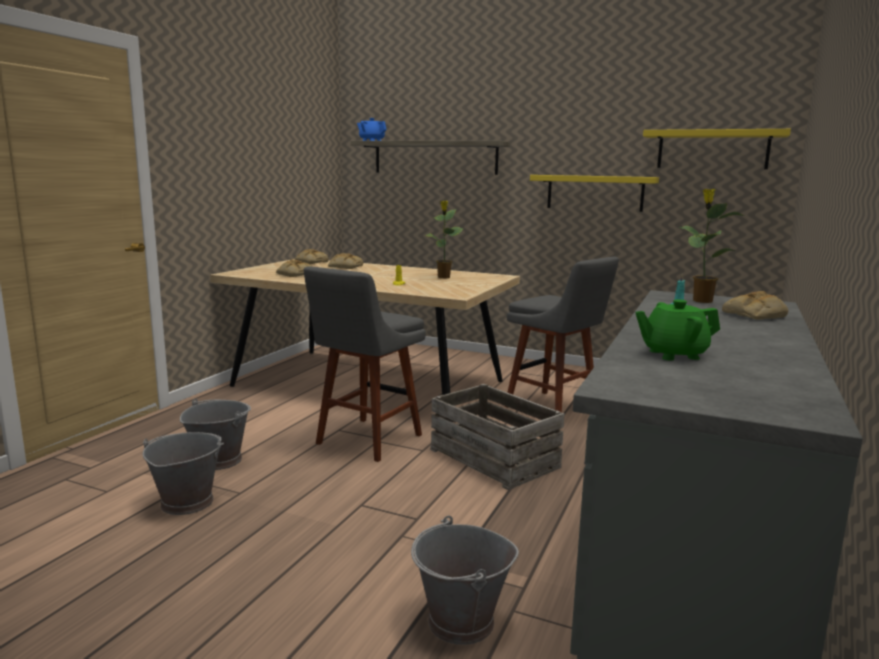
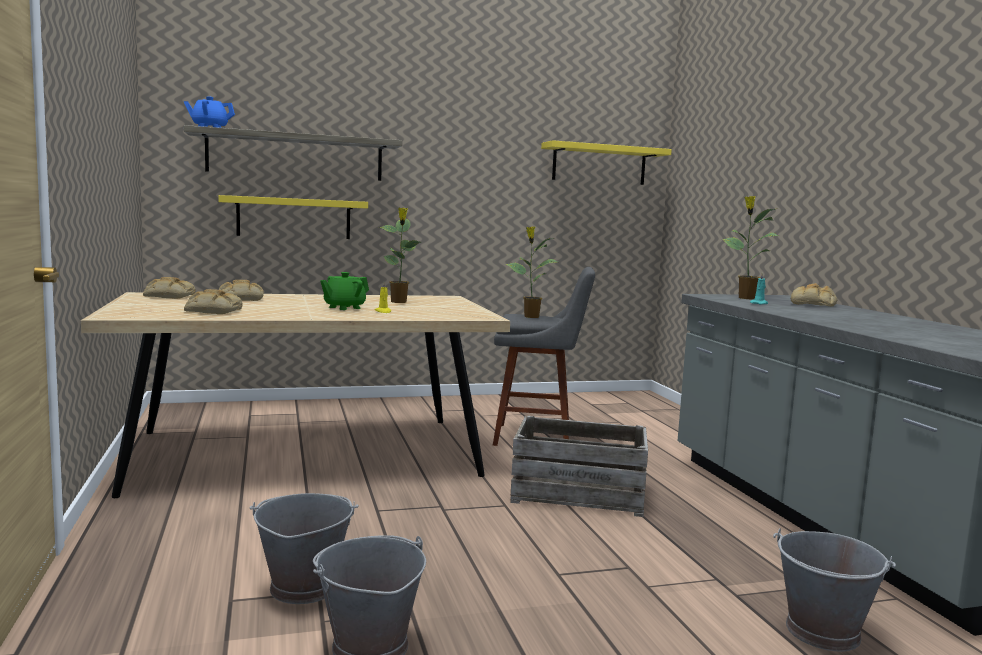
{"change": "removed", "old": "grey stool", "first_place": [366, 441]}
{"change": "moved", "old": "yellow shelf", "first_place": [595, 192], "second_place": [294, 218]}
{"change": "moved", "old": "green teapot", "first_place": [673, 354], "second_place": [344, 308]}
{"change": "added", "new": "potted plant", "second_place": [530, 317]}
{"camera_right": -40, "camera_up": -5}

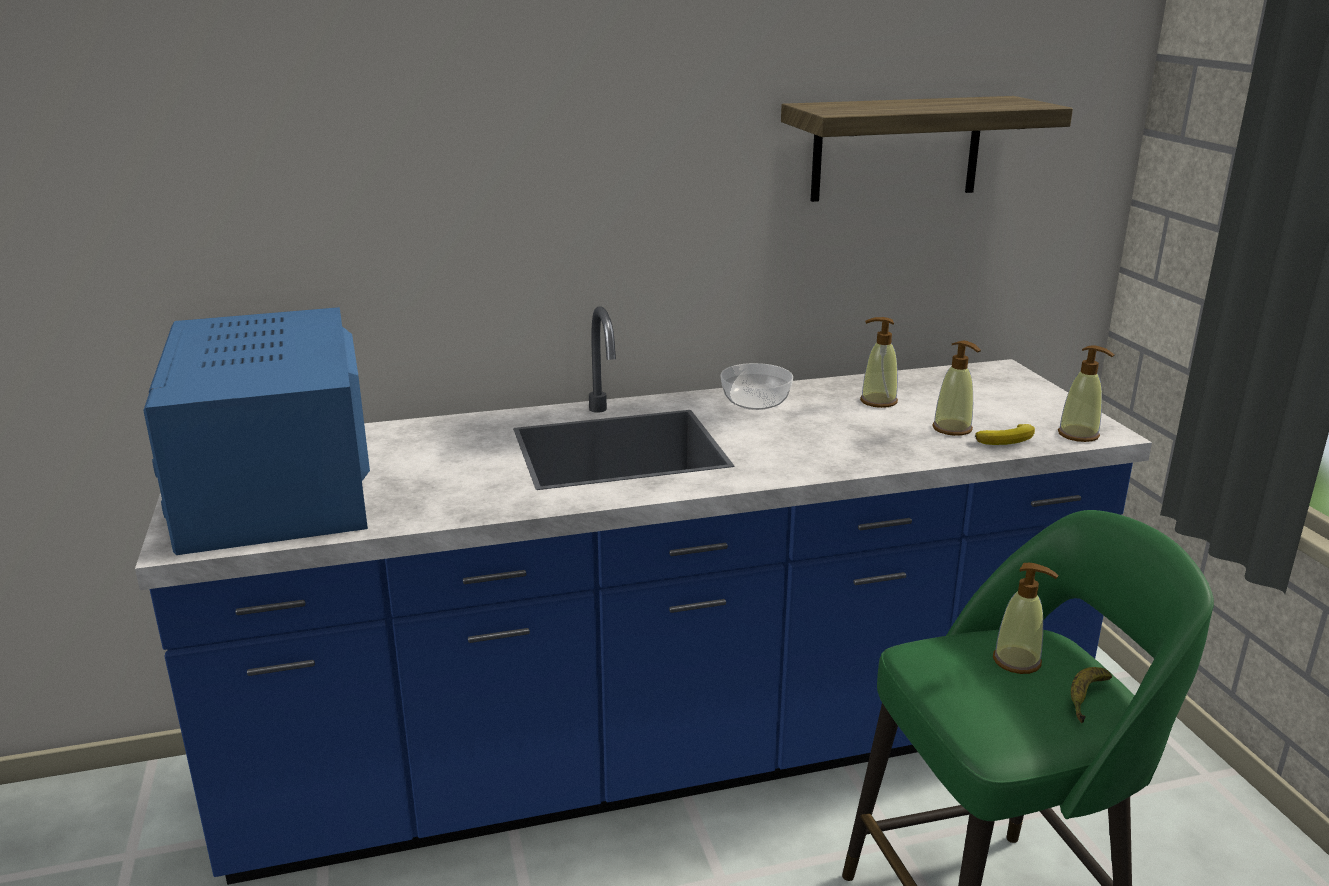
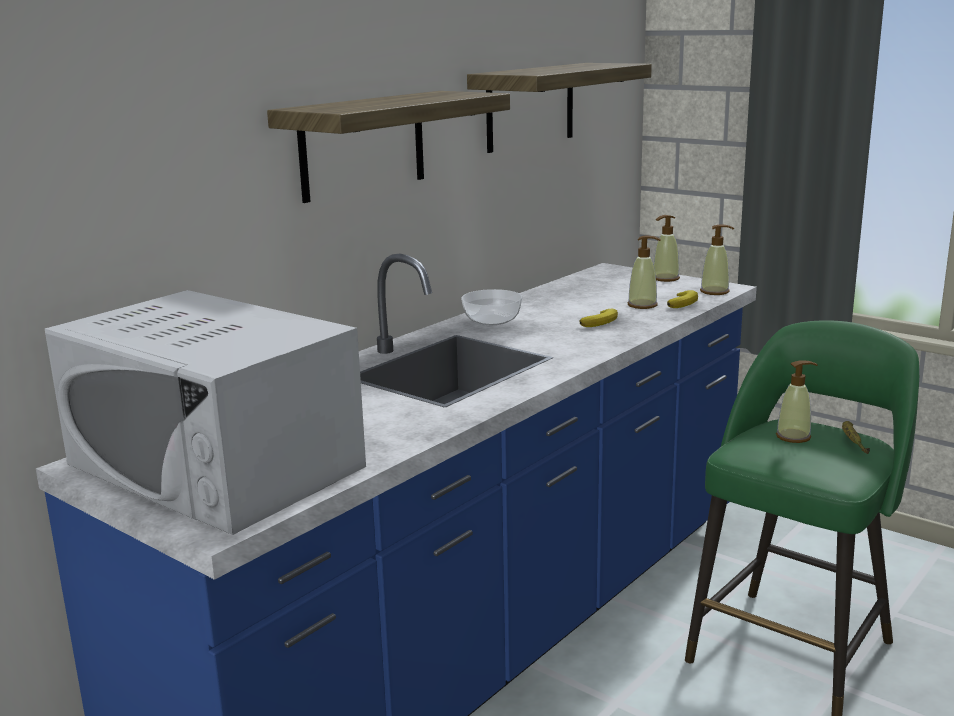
{"change": "recoloured", "old": "blue microwave", "new": "white microwave", "first_place": [275, 484], "second_place": [215, 466]}
{"change": "moved", "old": "soap dispenser", "first_place": [878, 401], "second_place": [665, 278]}
{"change": "added", "new": "shelf", "second_place": [363, 145]}
{"change": "added", "new": "banana", "second_place": [601, 321]}
{"camera_right": -35, "camera_up": -5}

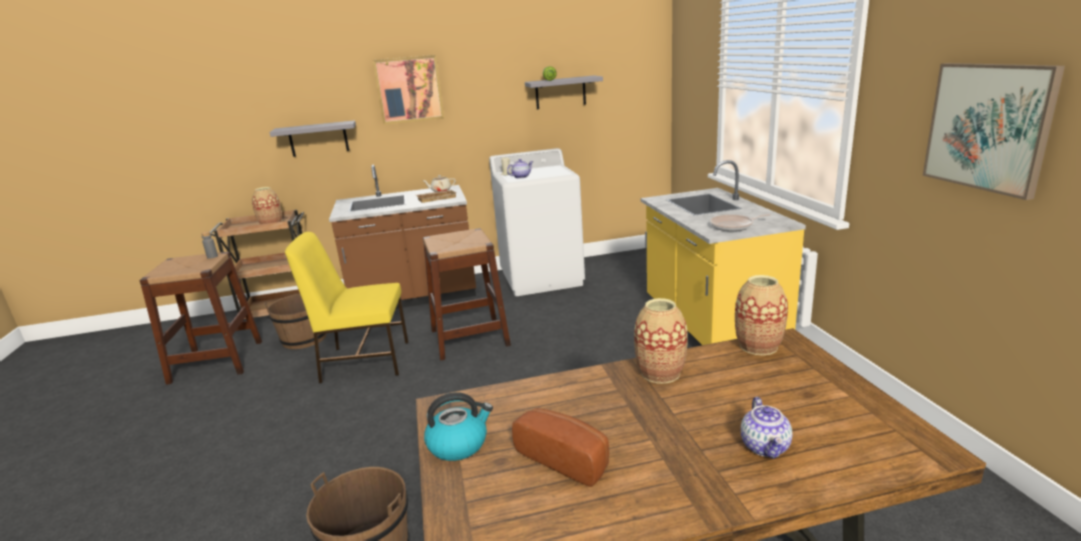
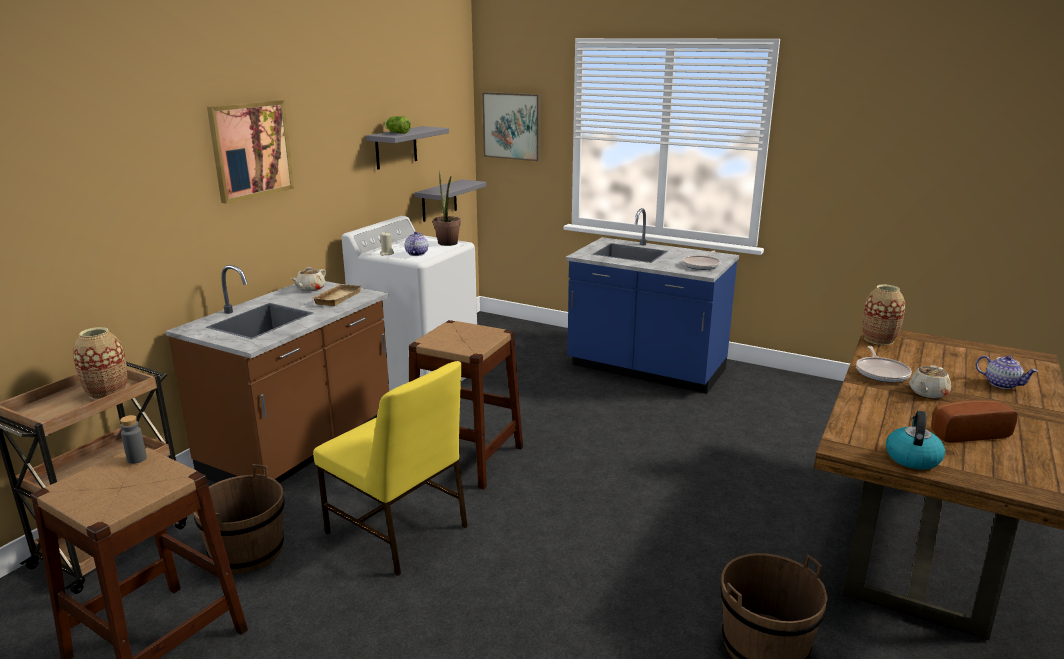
{"change": "moved", "old": "grey shelf", "first_place": [318, 139], "second_place": [439, 200]}
{"change": "turned", "old": "yellow chair", "first_place": [364, 361], "second_place": [397, 531], "degrees": -90}
{"change": "replaced", "old": "vase", "new": "frying pan", "first_place": [660, 373], "second_place": [881, 372]}
{"change": "recoloured", "old": "yellow counter", "new": "blue counter", "first_place": [710, 327], "second_place": [646, 369]}
{"change": "moved", "old": "picture", "first_place": [988, 127], "second_place": [512, 126]}
{"change": "added", "new": "potted plant", "second_place": [448, 244]}
{"change": "added", "new": "beige teapot", "second_place": [927, 393]}
{"camera_right": -50, "camera_up": 0}

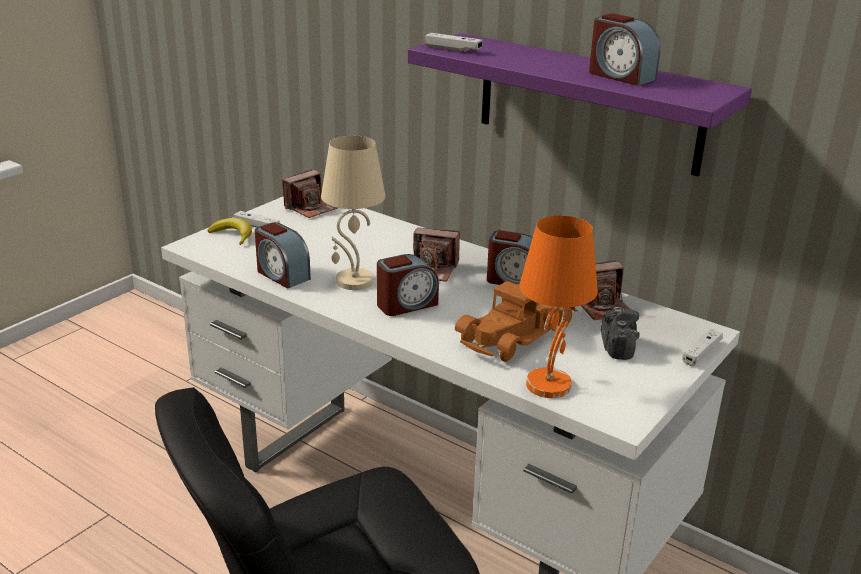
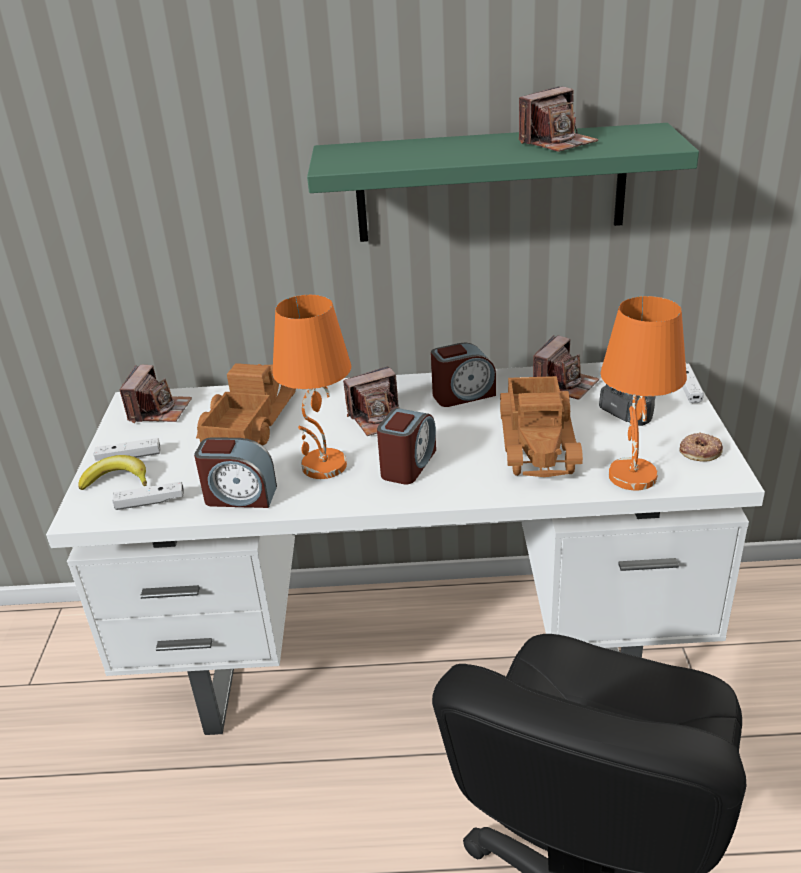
{"change": "recoloured", "old": "beige table lamp", "new": "orange table lamp", "first_place": [353, 281], "second_place": [324, 466]}
{"change": "recoloured", "old": "purple shelf", "new": "green shelf", "first_place": [588, 103], "second_place": [490, 184]}
{"change": "moved", "old": "white game controller", "first_place": [453, 49], "second_place": [150, 502]}
{"change": "replaced", "old": "alarm clock", "new": "photo camera", "first_place": [620, 76], "second_place": [557, 143]}
{"change": "added", "new": "toy truck", "second_place": [250, 419]}
{"change": "added", "new": "donut", "second_place": [700, 451]}
{"camera_right": -35, "camera_up": 5}

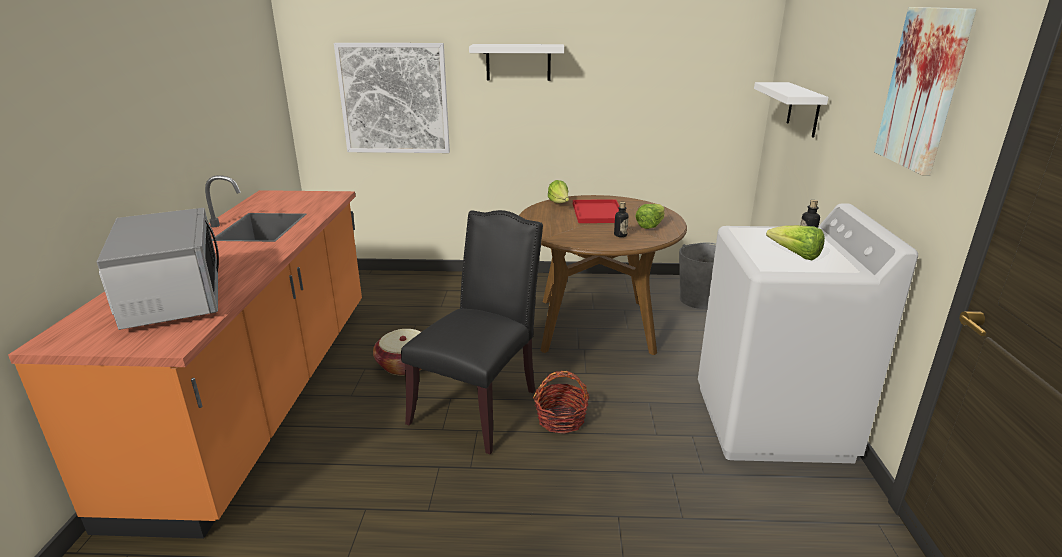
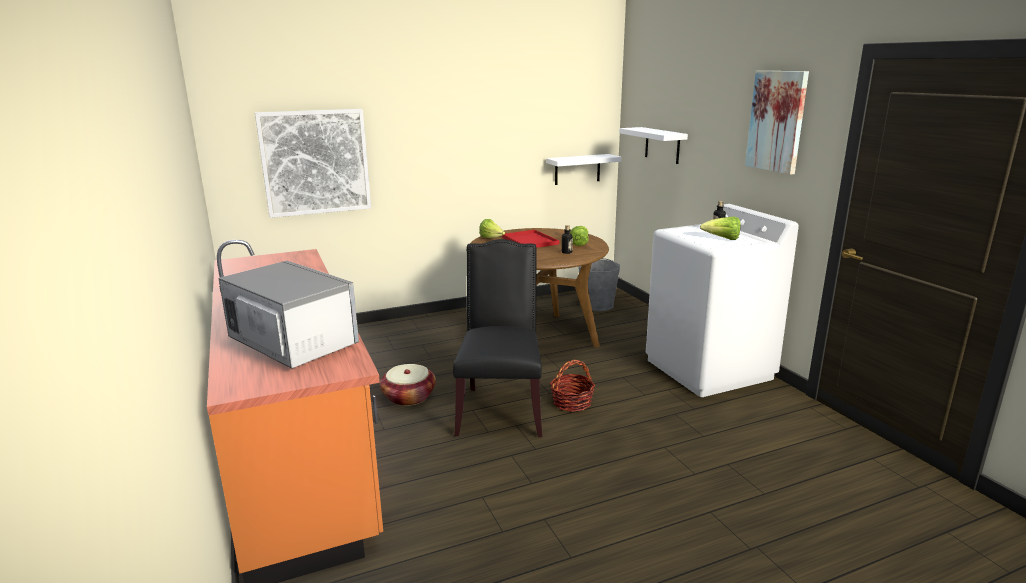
{"change": "moved", "old": "white shelf", "first_place": [518, 62], "second_place": [577, 169]}
{"camera_right": -25, "camera_up": -5}

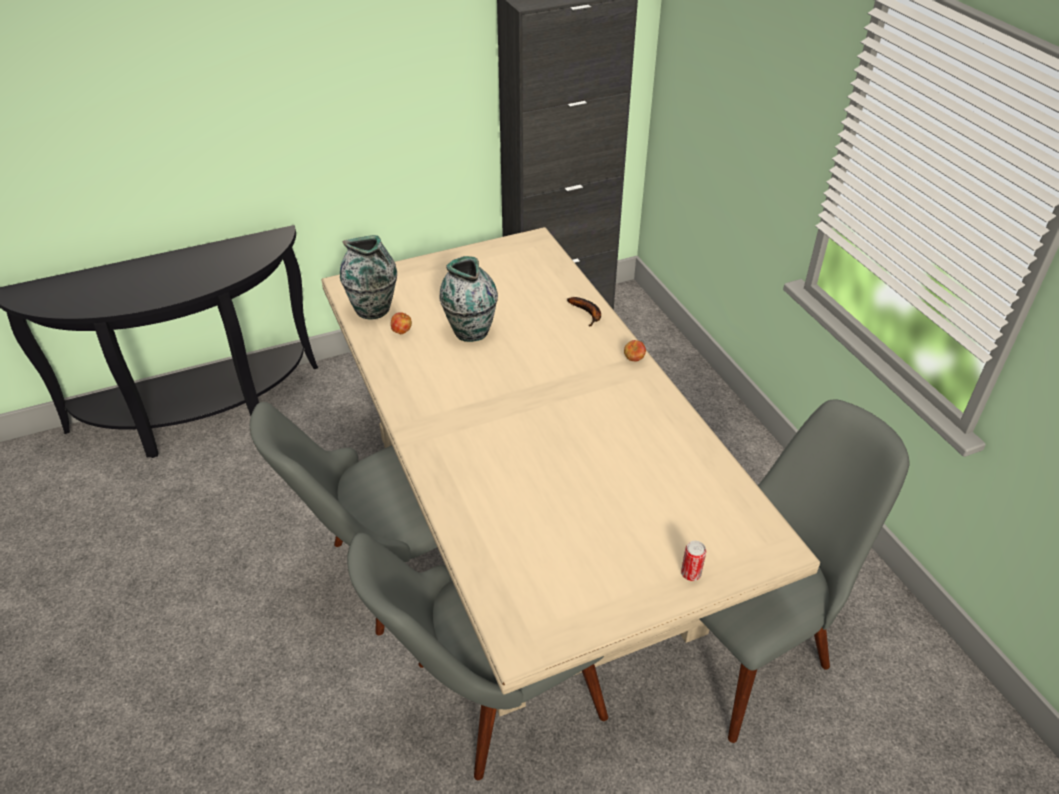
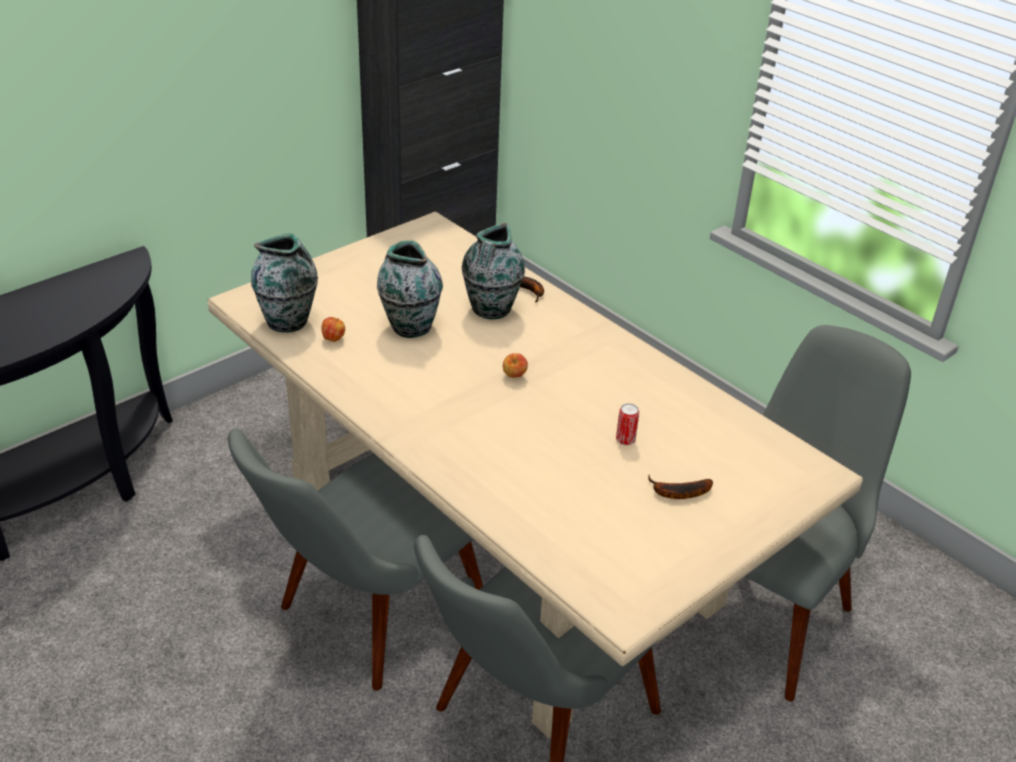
{"change": "moved", "old": "apple", "first_place": [634, 359], "second_place": [514, 376]}
{"change": "moved", "old": "can", "first_place": [691, 574], "second_place": [625, 440]}
{"change": "added", "new": "vase", "second_place": [491, 310]}
{"change": "added", "new": "banana", "second_place": [677, 493]}
{"camera_right": -20, "camera_up": -5}

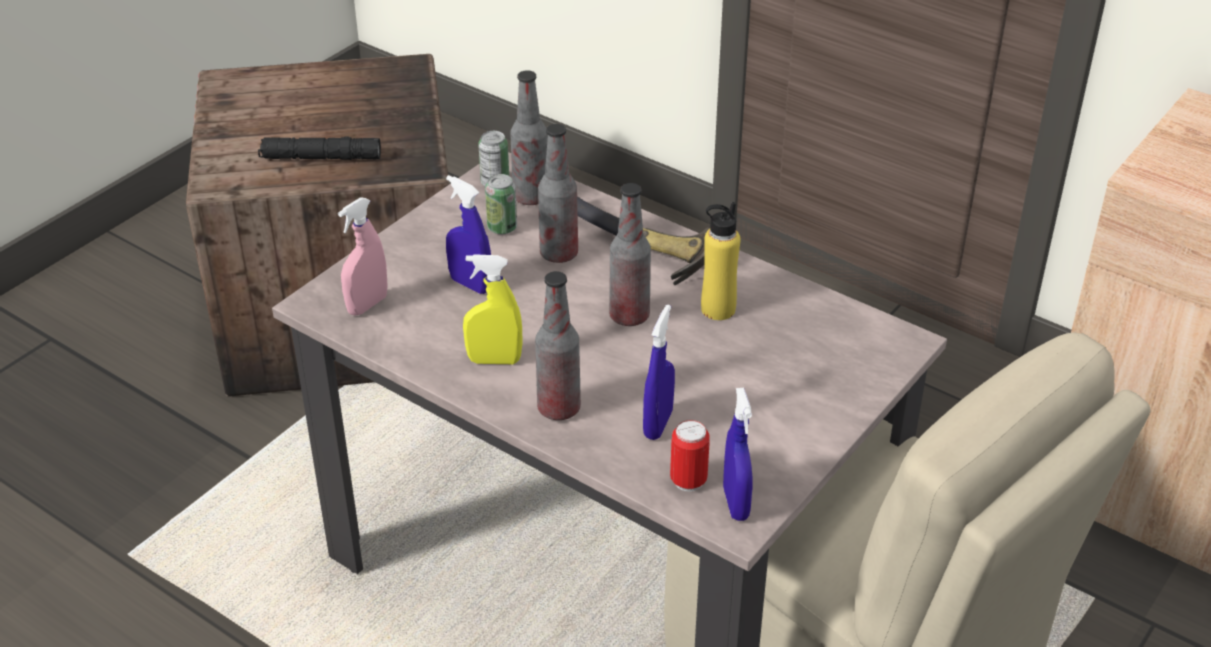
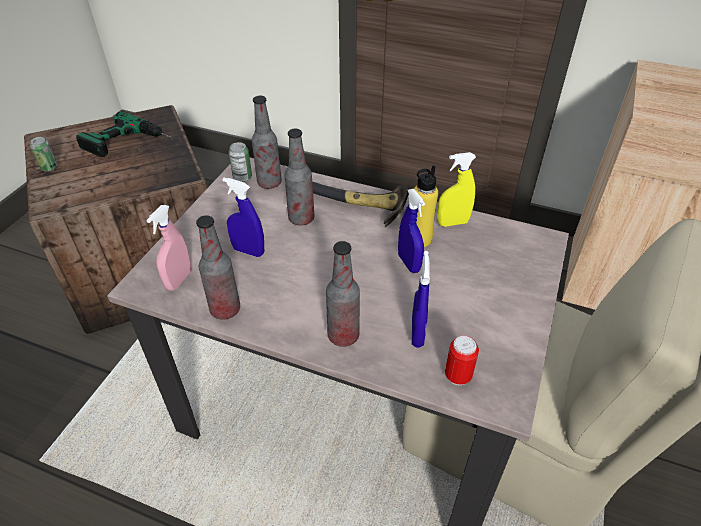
{"change": "removed", "old": "black flashlight", "first_place": [321, 158]}
{"change": "moved", "old": "yellow spray bottle", "first_place": [494, 360], "second_place": [453, 223]}
{"change": "moved", "old": "can", "first_place": [502, 227], "second_place": [49, 167]}
{"change": "moved", "old": "bottle", "first_place": [629, 316], "second_place": [225, 309]}
{"change": "moved", "old": "blue spray bottle", "first_place": [735, 503], "second_place": [409, 263]}
{"change": "added", "new": "power drill", "second_place": [129, 143]}
{"camera_right": -15, "camera_up": 5}

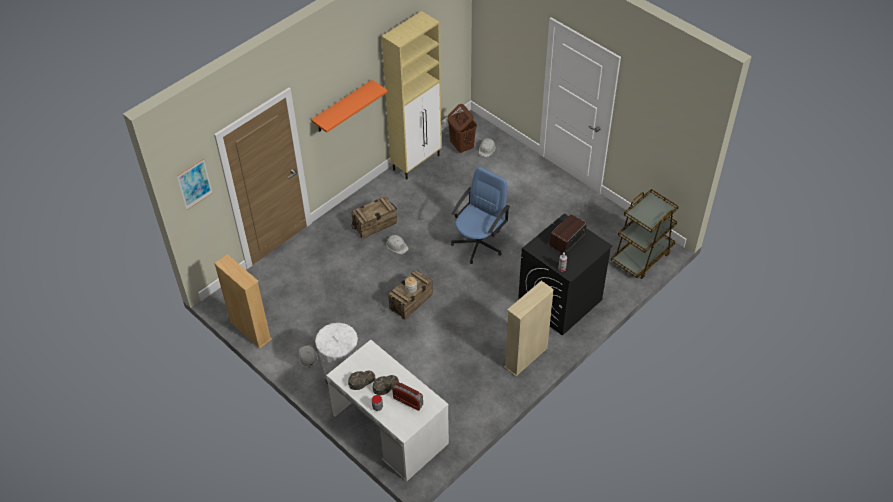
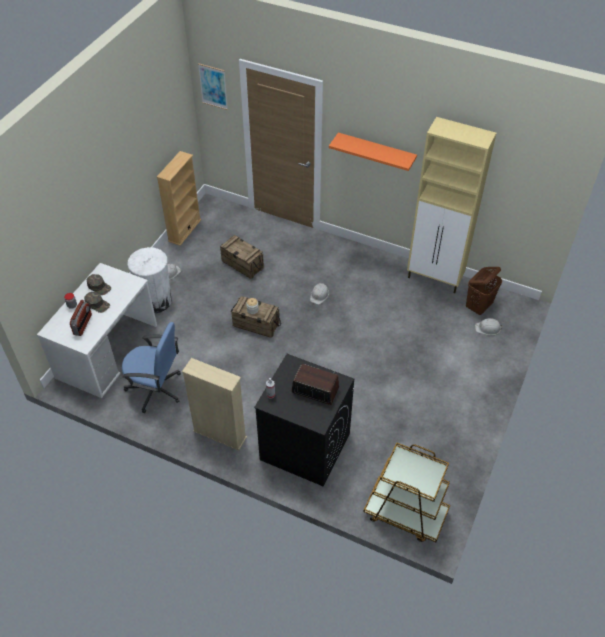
{"change": "moved", "old": "crate", "first_place": [375, 224], "second_place": [243, 264]}
{"change": "moved", "old": "blue office chair", "first_place": [478, 243], "second_place": [156, 389]}
{"camera_right": 70, "camera_up": 0}

